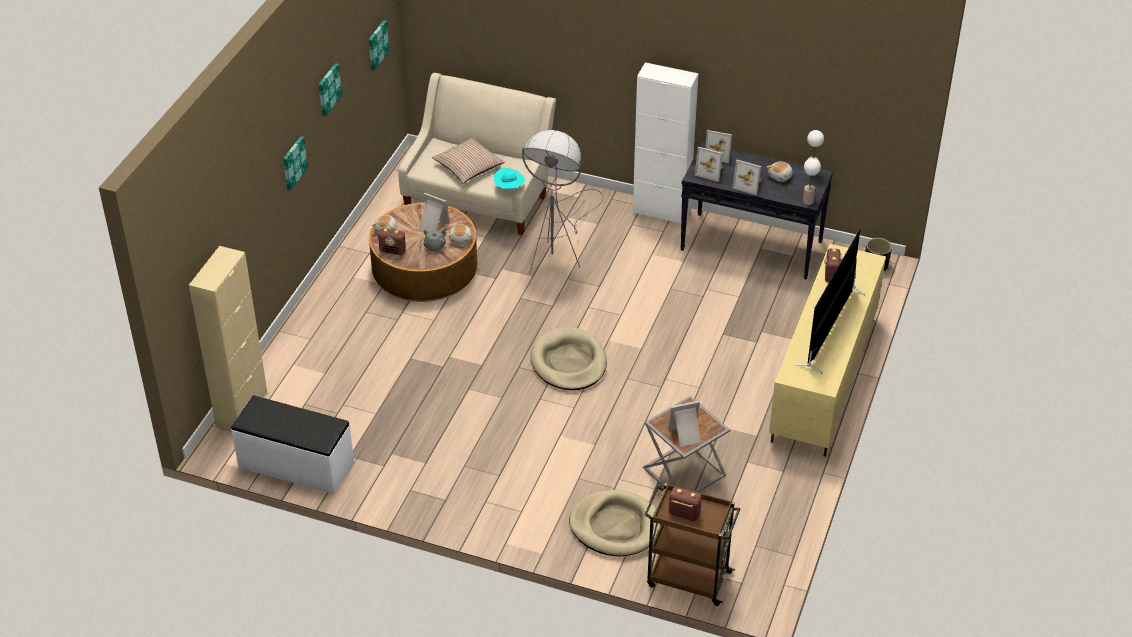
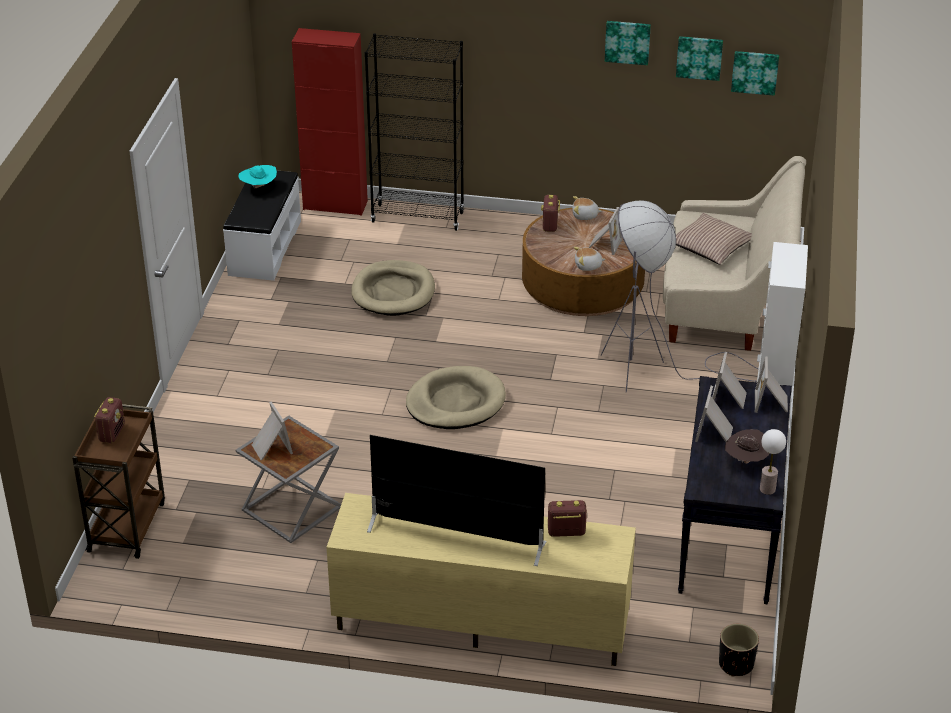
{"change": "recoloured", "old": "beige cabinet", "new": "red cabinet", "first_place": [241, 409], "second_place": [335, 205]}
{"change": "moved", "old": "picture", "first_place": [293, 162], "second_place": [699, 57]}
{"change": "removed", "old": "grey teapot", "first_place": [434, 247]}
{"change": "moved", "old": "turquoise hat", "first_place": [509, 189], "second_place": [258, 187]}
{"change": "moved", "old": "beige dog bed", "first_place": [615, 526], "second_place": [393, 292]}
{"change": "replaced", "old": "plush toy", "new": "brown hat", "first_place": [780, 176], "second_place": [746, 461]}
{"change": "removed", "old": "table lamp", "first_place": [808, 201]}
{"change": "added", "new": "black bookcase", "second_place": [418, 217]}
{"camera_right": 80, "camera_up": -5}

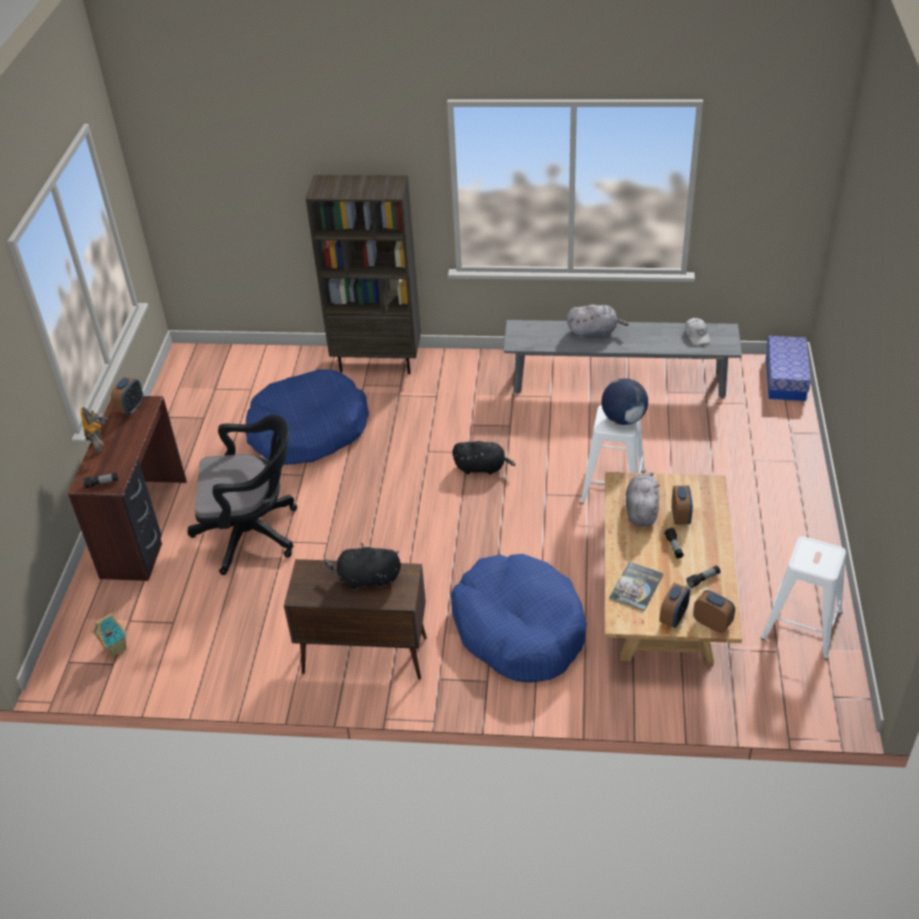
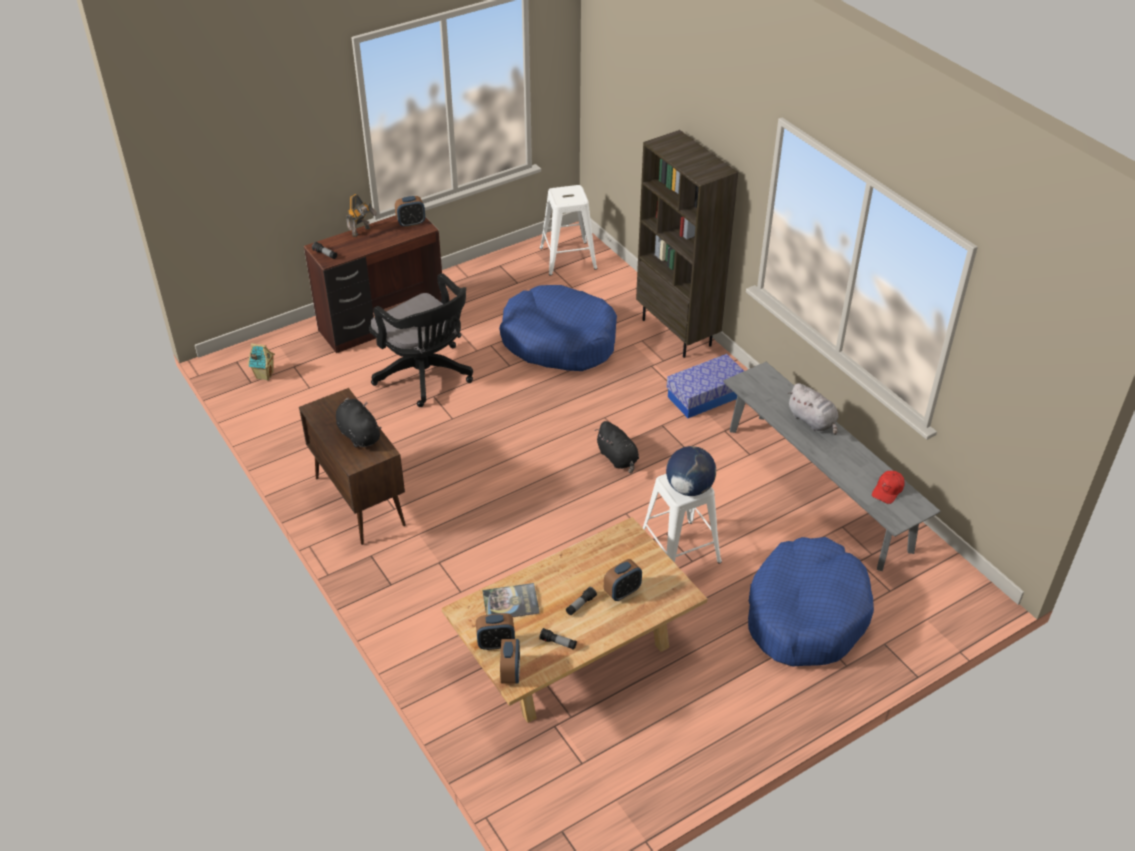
{"change": "moved", "old": "blue dog bed", "first_place": [519, 629], "second_place": [806, 614]}
{"change": "removed", "old": "grey plush toy", "first_place": [641, 510]}
{"change": "recoloured", "old": "white cap", "new": "red cap", "first_place": [697, 335], "second_place": [888, 490]}
{"change": "moved", "old": "white stool", "first_place": [801, 624], "second_place": [568, 257]}
{"change": "moved", "old": "storage box", "first_place": [785, 378], "second_place": [706, 396]}
{"camera_right": 50, "camera_up": 0}

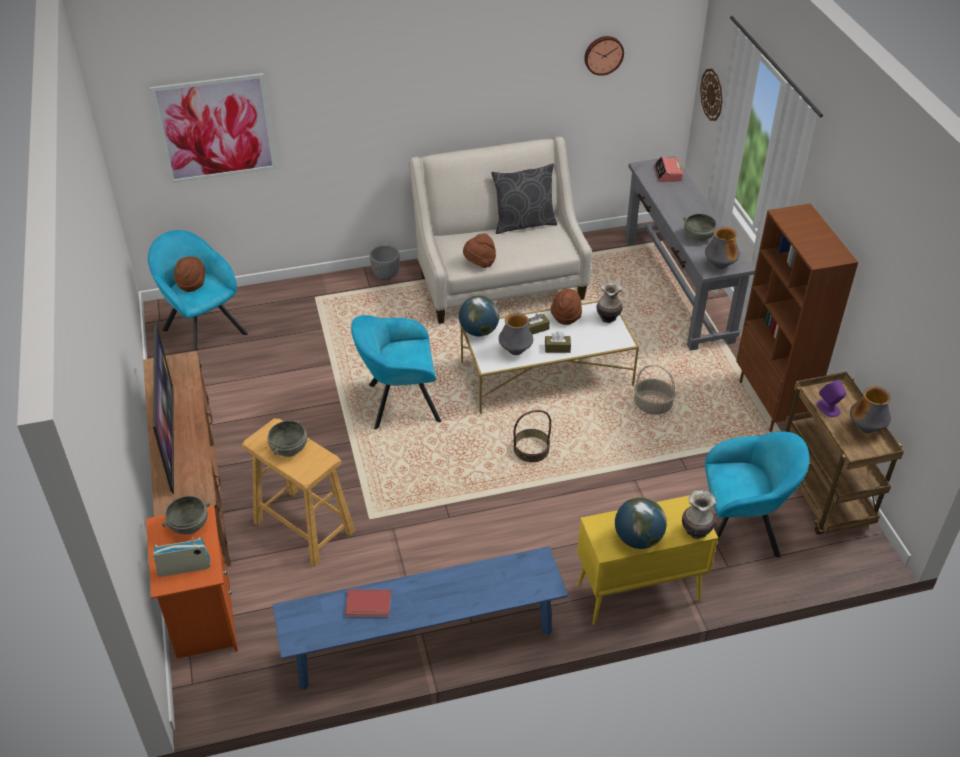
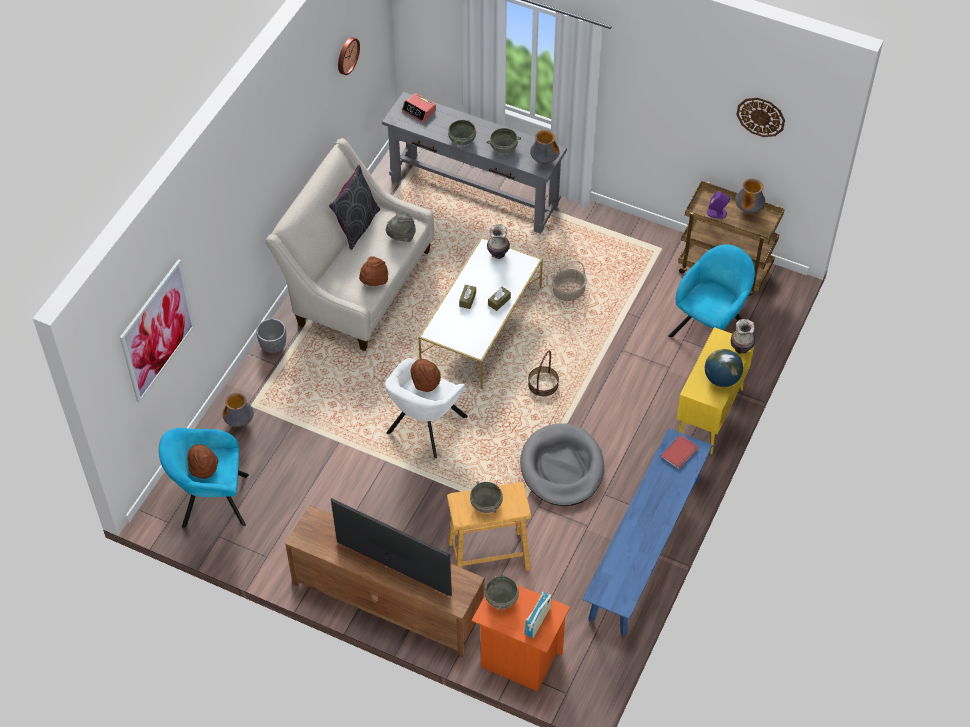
{"change": "moved", "old": "red book", "first_place": [368, 606], "second_place": [680, 453]}
{"change": "recoloured", "old": "turquoise armchair", "new": "white armchair", "first_place": [399, 404], "second_place": [424, 428]}
{"change": "removed", "old": "globe", "first_place": [478, 331]}
{"change": "moved", "old": "vase", "first_place": [515, 351], "second_place": [239, 422]}
{"change": "moved", "old": "brown hat", "first_place": [566, 316], "second_place": [425, 382]}
{"change": "moved", "old": "wall clock", "first_place": [712, 94], "second_place": [761, 116]}
{"change": "removed", "old": "brown bookcase", "first_place": [771, 404]}
{"change": "added", "new": "grey hat", "second_place": [401, 236]}
{"change": "added", "new": "grey bowl", "second_place": [461, 140]}
{"change": "added", "new": "grey dog bed", "second_place": [562, 468]}
{"camera_right": -50, "camera_up": 10}

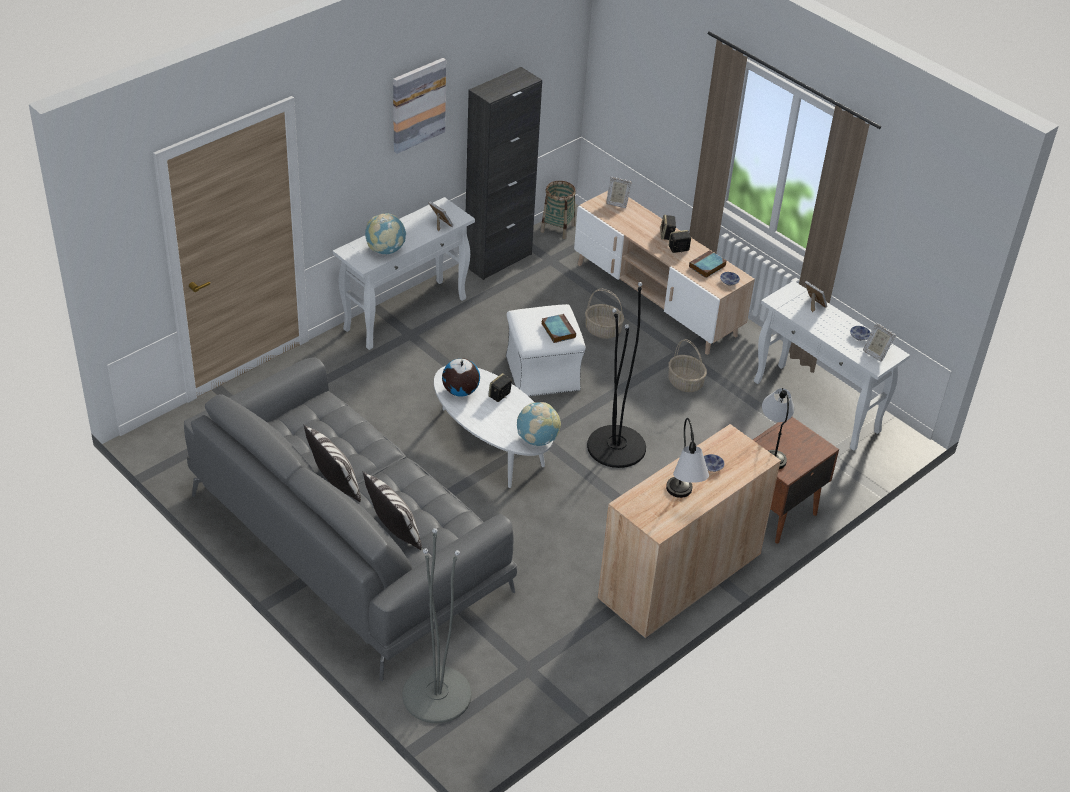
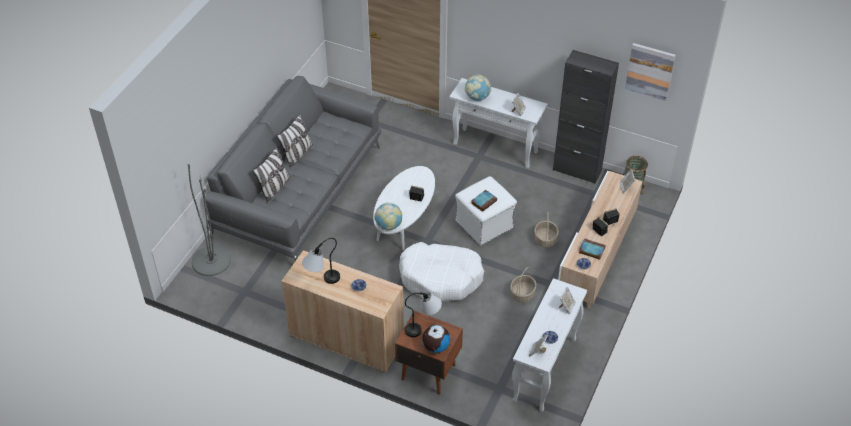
{"change": "moved", "old": "picture", "first_place": [418, 105], "second_place": [650, 71]}
{"change": "moved", "old": "globe", "first_place": [460, 391], "second_place": [435, 347]}
{"change": "replaced", "old": "black floor lamp", "new": "white dog bed", "first_place": [616, 446], "second_place": [441, 278]}
{"camera_right": 70, "camera_up": 5}

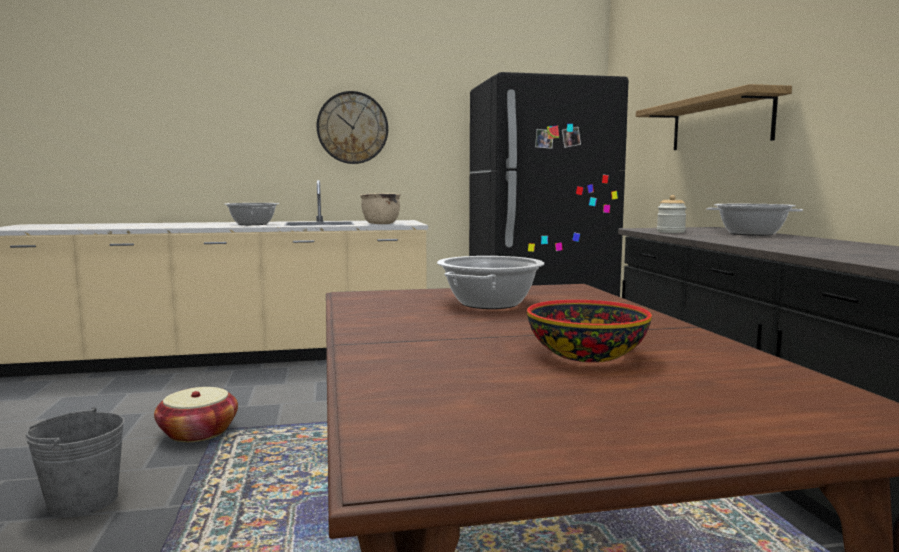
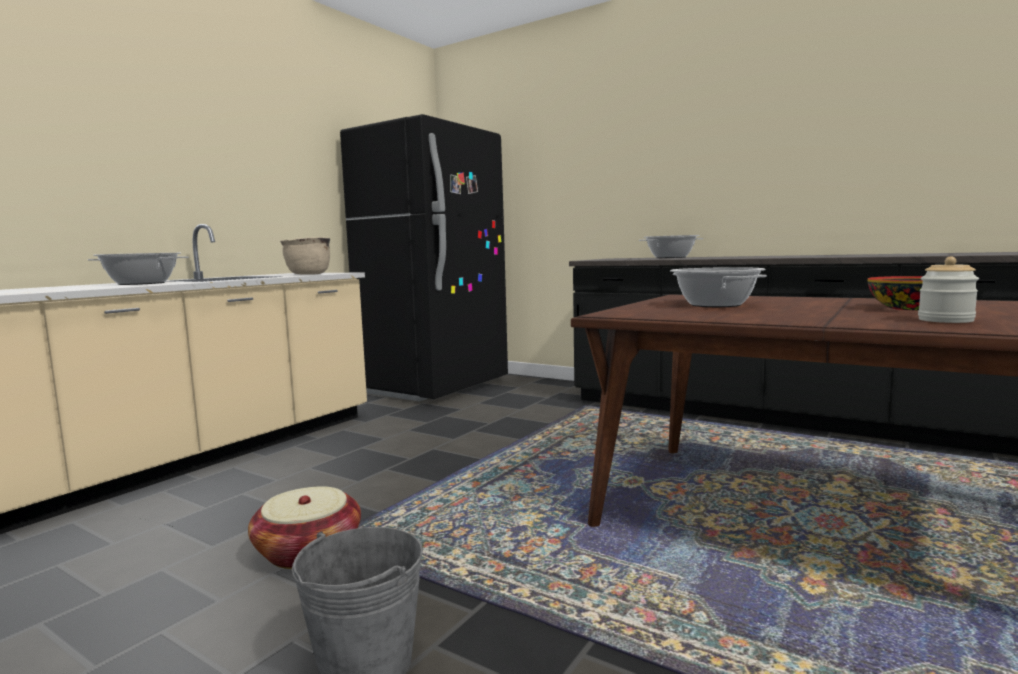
{"change": "removed", "old": "wall clock", "first_place": [352, 128]}
{"change": "removed", "old": "shelf", "first_place": [719, 123]}
{"change": "moved", "old": "jar", "first_place": [670, 232], "second_place": [945, 320]}
{"camera_right": -45, "camera_up": 0}

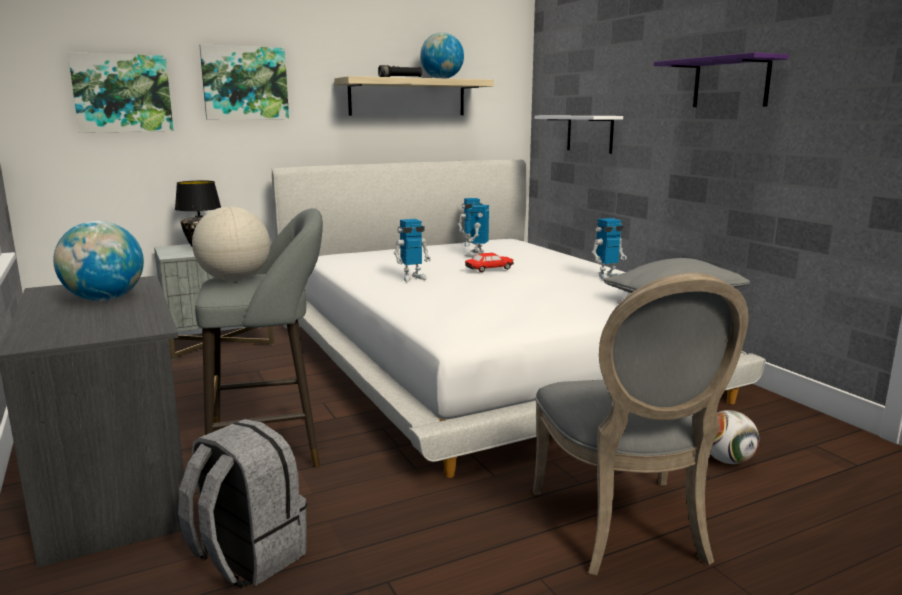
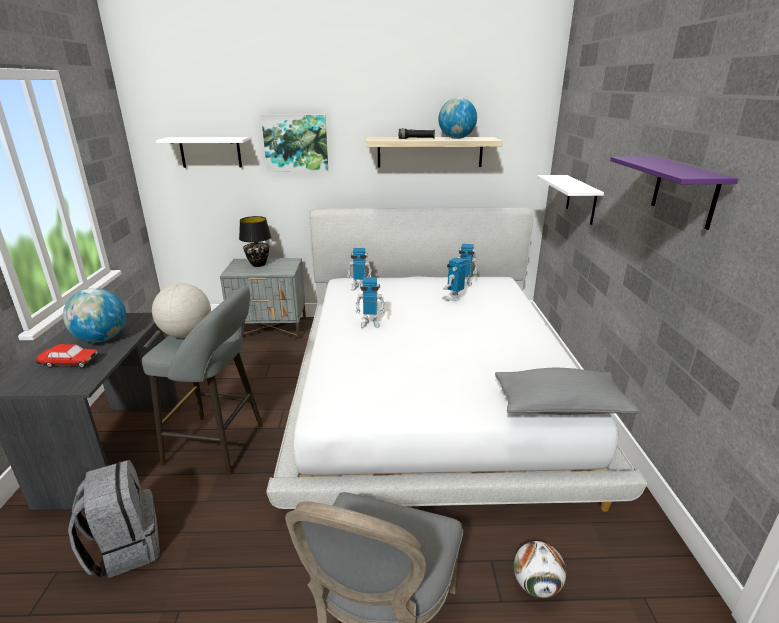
{"change": "replaced", "old": "picture", "new": "white shelf", "first_place": [122, 93], "second_place": [210, 152]}
{"change": "moved", "old": "toy car", "first_place": [489, 269], "second_place": [69, 363]}
{"change": "moved", "old": "toy robot", "first_place": [607, 277], "second_place": [359, 287]}
{"camera_right": 25, "camera_up": 10}

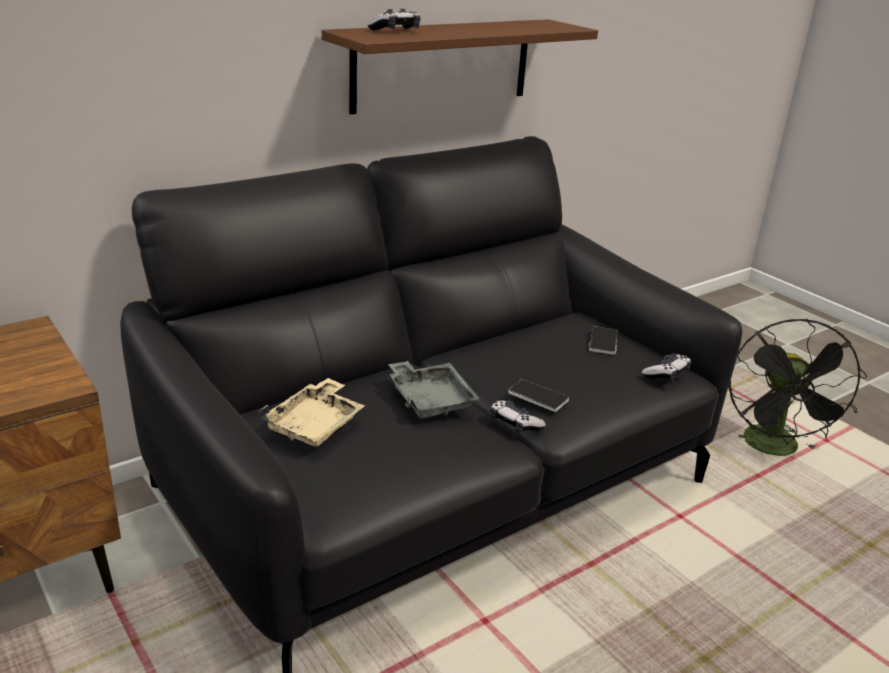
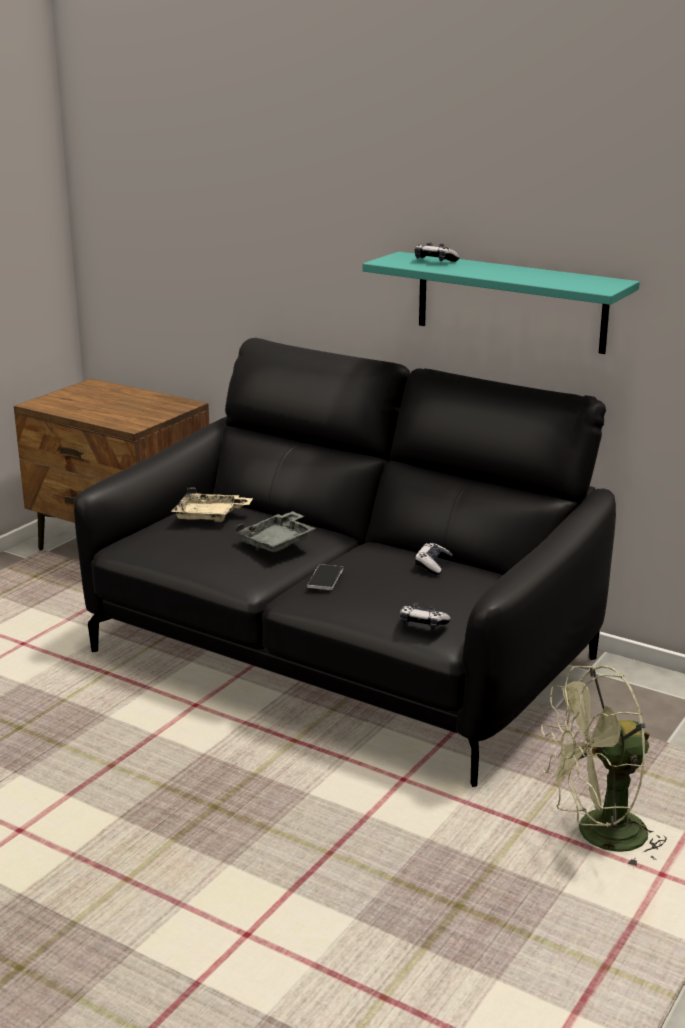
{"change": "recoloured", "old": "brown shelf", "new": "turquoise shelf", "first_place": [442, 64], "second_place": [510, 302]}
{"change": "moved", "old": "game controller", "first_place": [514, 424], "second_place": [433, 565]}
{"change": "removed", "old": "phone", "first_place": [603, 342]}
{"change": "recoloured", "old": "black fan", "new": "green fan", "first_place": [775, 450], "second_place": [598, 837]}
{"camera_right": 70, "camera_up": -5}

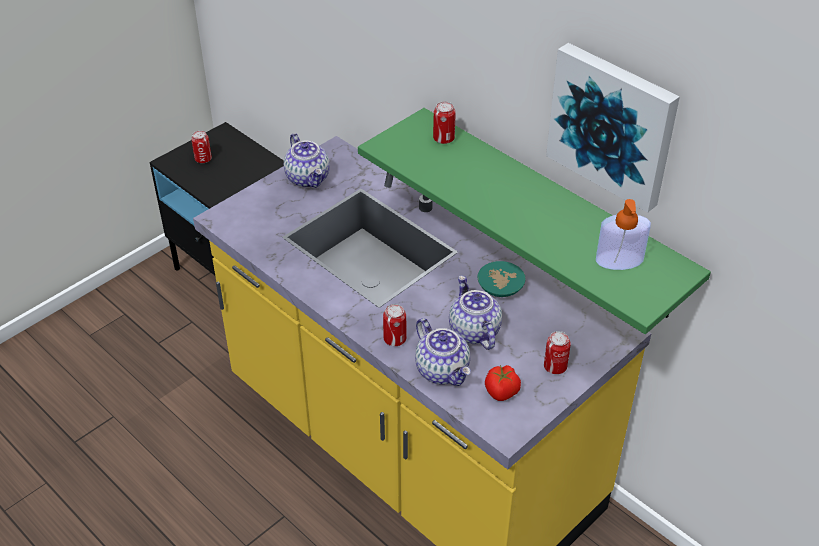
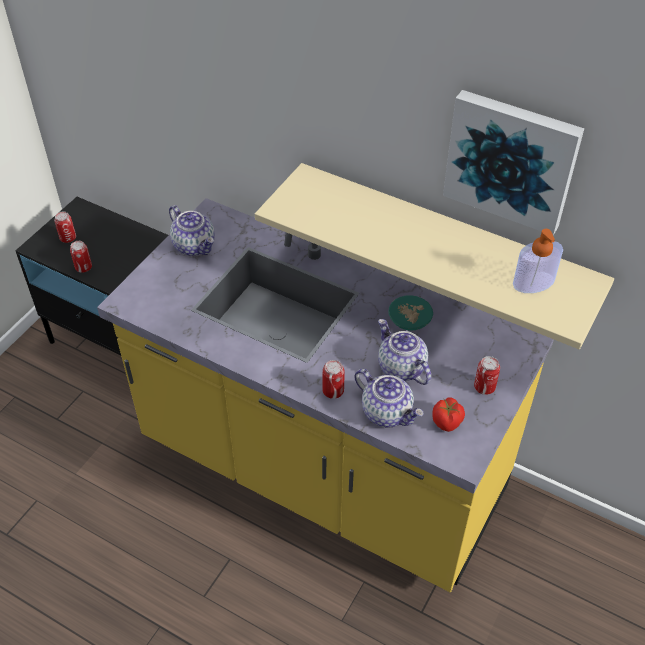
{"change": "recoloured", "old": "green shelf", "new": "beige shelf", "first_place": [551, 213], "second_place": [444, 244]}
{"change": "moved", "old": "can", "first_place": [443, 139], "second_place": [83, 267]}
{"camera_right": -15, "camera_up": 5}

